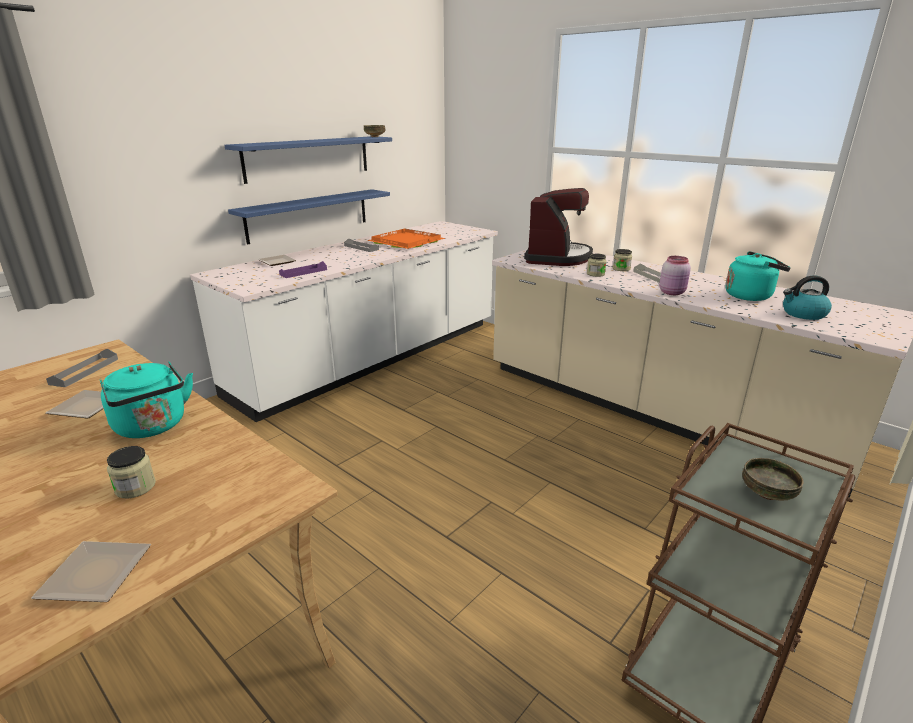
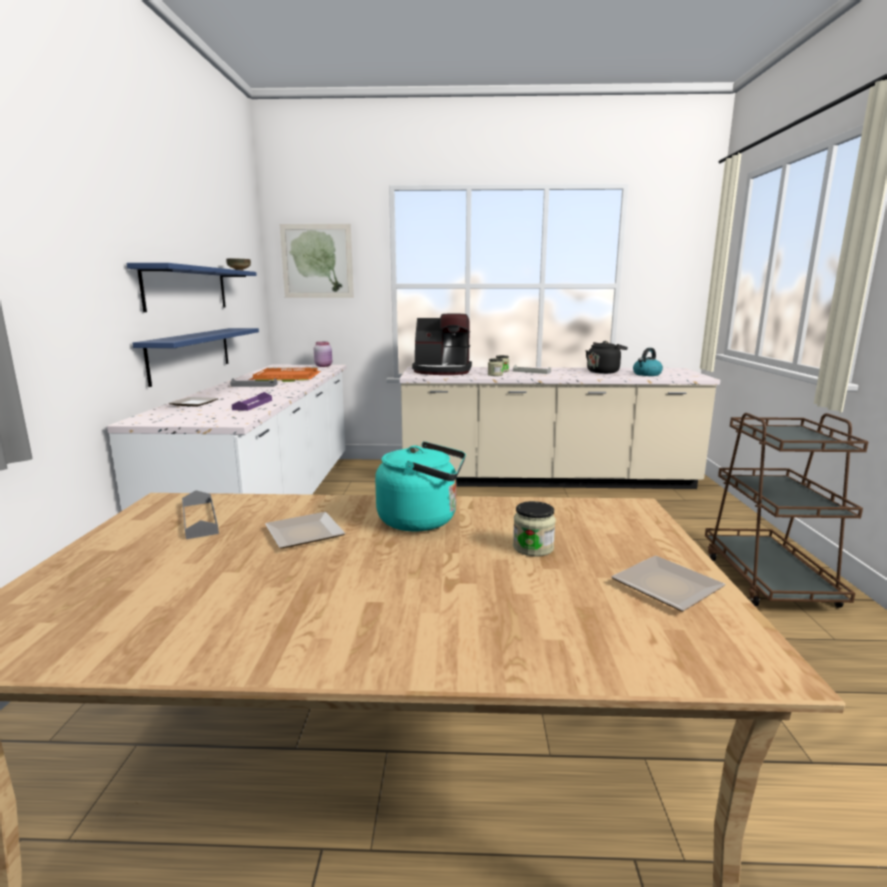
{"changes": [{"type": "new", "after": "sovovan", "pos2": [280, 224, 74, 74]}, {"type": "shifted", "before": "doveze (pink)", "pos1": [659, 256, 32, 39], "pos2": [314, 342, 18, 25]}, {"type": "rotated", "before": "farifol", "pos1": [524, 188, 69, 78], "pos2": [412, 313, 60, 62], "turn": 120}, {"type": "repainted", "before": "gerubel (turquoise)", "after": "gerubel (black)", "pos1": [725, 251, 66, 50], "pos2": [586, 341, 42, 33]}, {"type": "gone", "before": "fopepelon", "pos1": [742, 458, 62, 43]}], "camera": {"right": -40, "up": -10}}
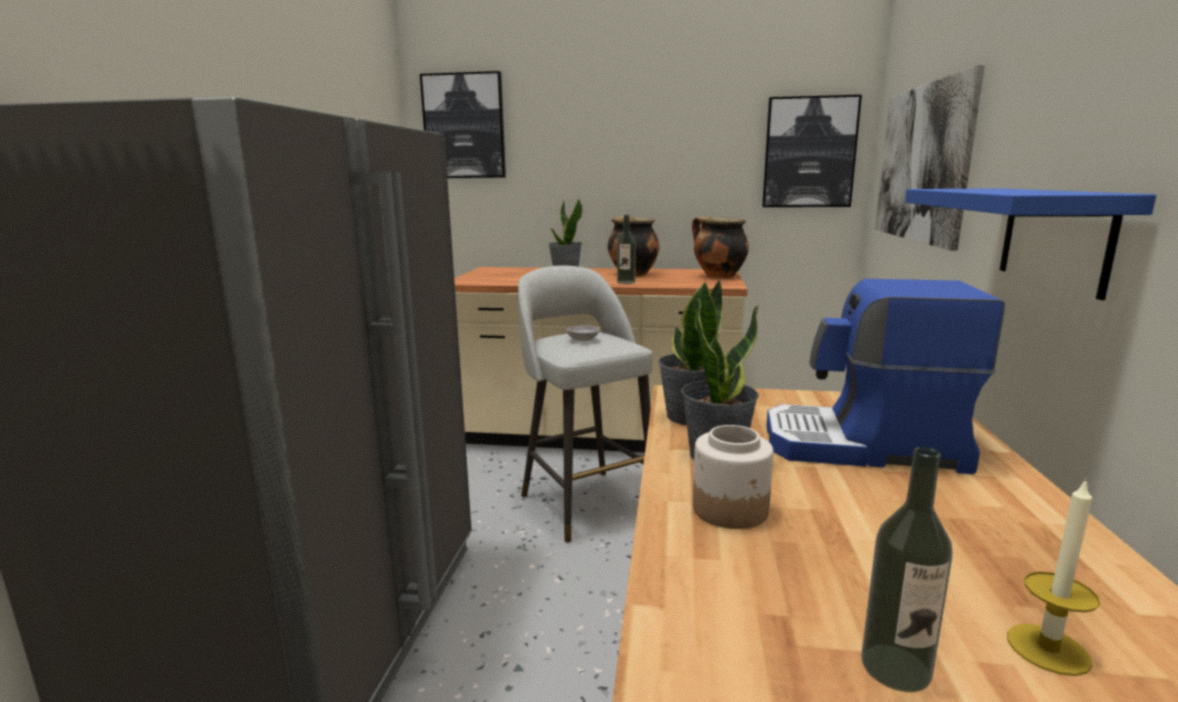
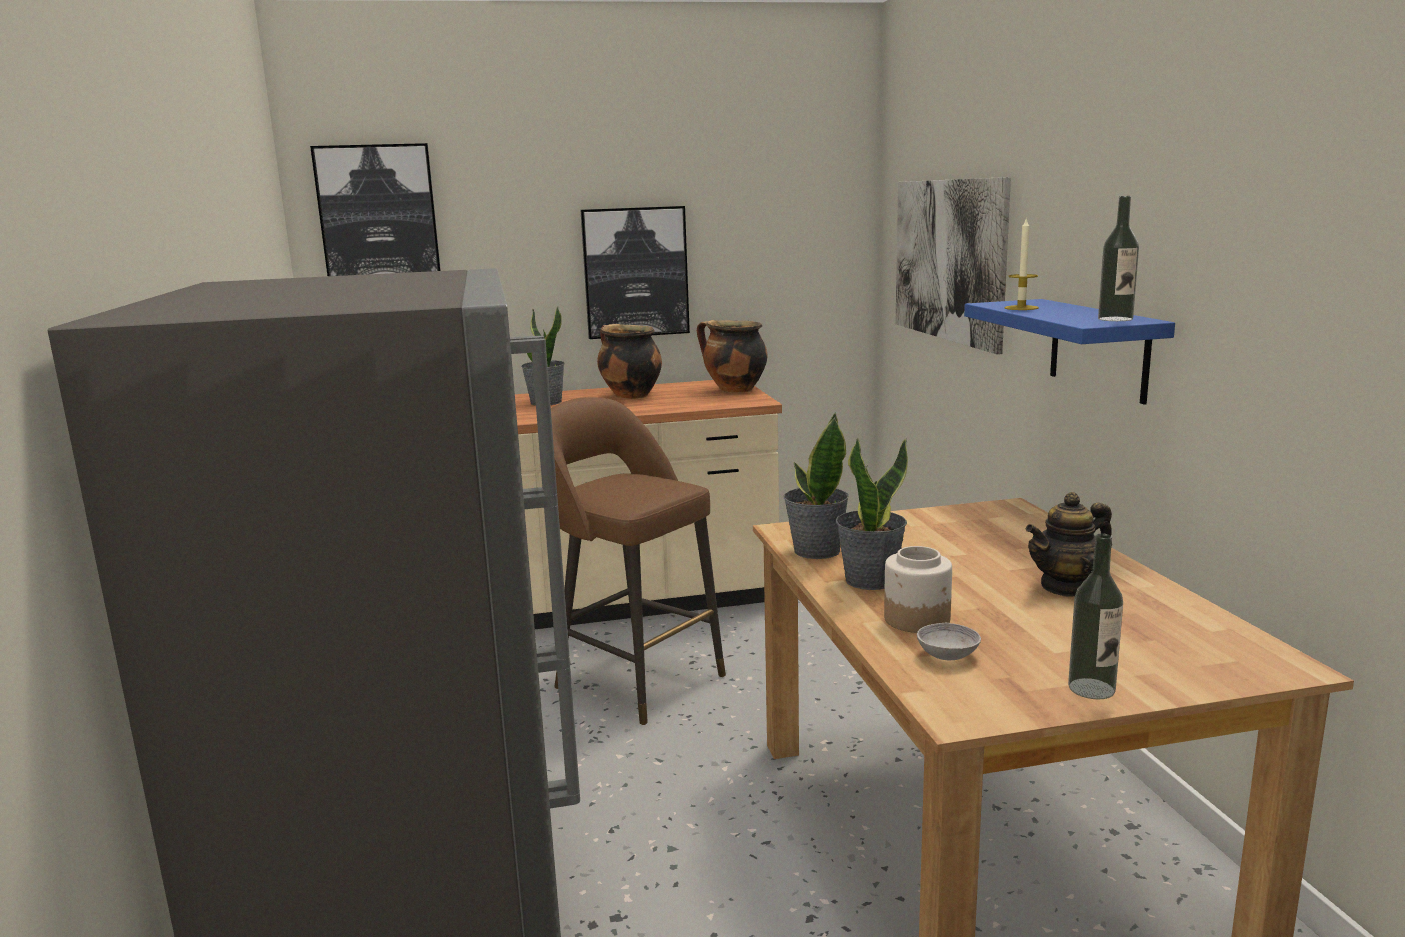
{"changes": [{"type": "repainted", "before": "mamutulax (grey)", "after": "mamutulax (brown)", "pos1": [518, 266, 135, 277], "pos2": [551, 397, 175, 328]}, {"type": "shifted", "before": "sovovan", "pos1": [762, 95, 100, 112], "pos2": [580, 206, 110, 133]}, {"type": "shifted", "before": "fopepelon (grey)", "pos1": [566, 325, 33, 16], "pos2": [917, 623, 64, 37]}, {"type": "shifted", "before": "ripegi", "pos1": [1007, 478, 93, 198], "pos2": [1004, 219, 35, 91]}, {"type": "new", "after": "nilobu", "pos2": [1026, 492, 86, 105]}, {"type": "shifted", "before": "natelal", "pos1": [617, 215, 19, 69], "pos2": [1098, 196, 41, 125]}, {"type": "gone", "before": "farifol", "pos1": [766, 279, 239, 195]}], "camera": {"right": -20, "up": 0}}
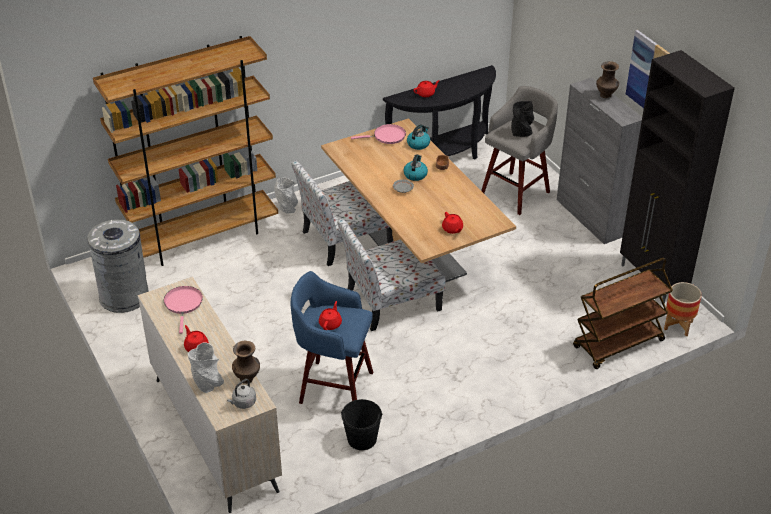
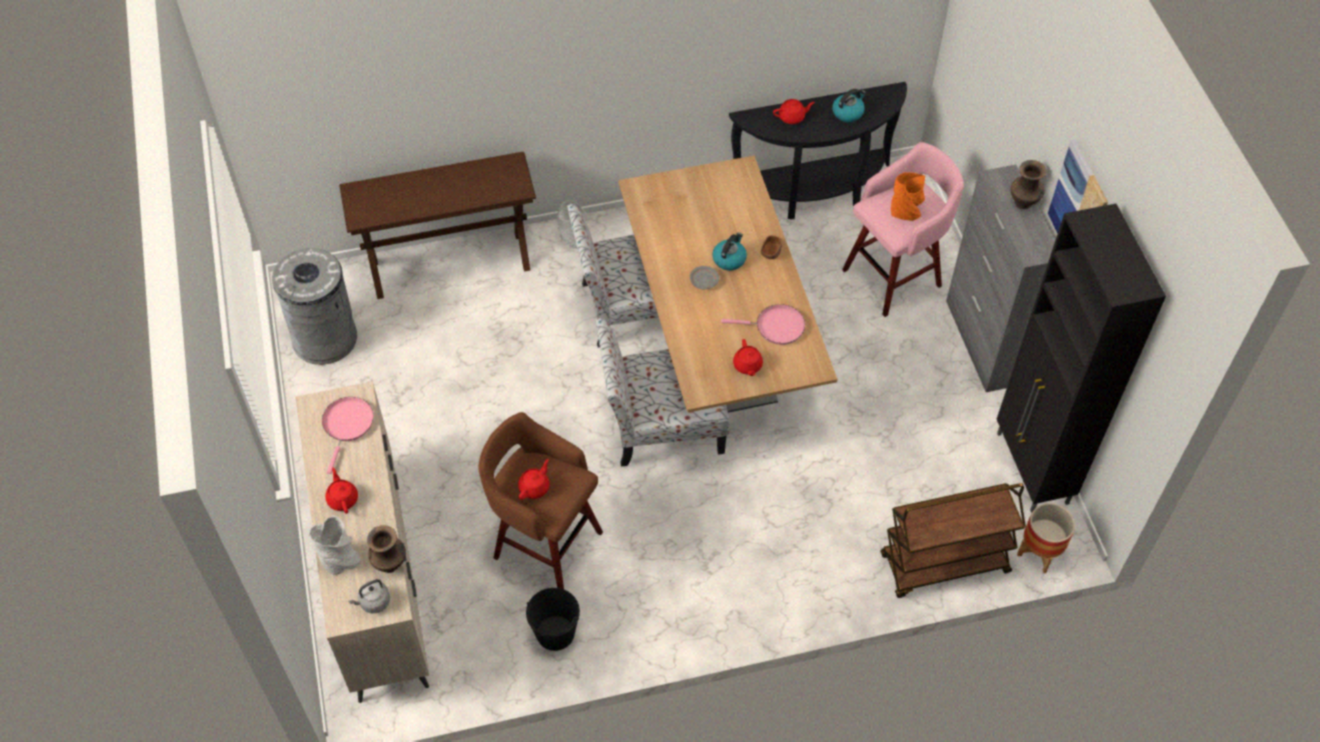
{"changes": [{"type": "swapped", "before": "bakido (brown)", "after": "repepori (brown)", "pos1": [93, 36, 185, 230], "pos2": [339, 152, 197, 147]}, {"type": "repainted", "before": "mamutulax (blue)", "after": "mamutulax (brown)", "pos1": [290, 271, 83, 133], "pos2": [478, 412, 125, 177]}, {"type": "shifted", "before": "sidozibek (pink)", "pos1": [351, 124, 55, 20], "pos2": [721, 304, 84, 41]}, {"type": "shifted", "before": "gerubel", "pos1": [407, 124, 23, 26], "pos2": [832, 89, 34, 33]}, {"type": "repainted", "before": "mamutulax (grey)", "after": "mamutulax (pink)", "pos1": [481, 86, 77, 129], "pos2": [842, 142, 122, 175]}, {"type": "repainted", "before": "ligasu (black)", "after": "ligasu (orange)", "pos1": [511, 101, 23, 36], "pos2": [891, 172, 34, 49]}], "camera": {"right": 15, "up": 15}}
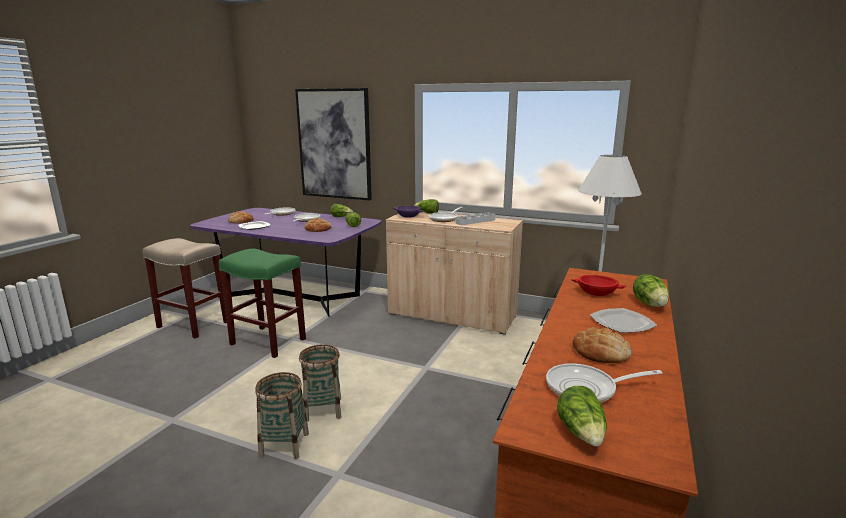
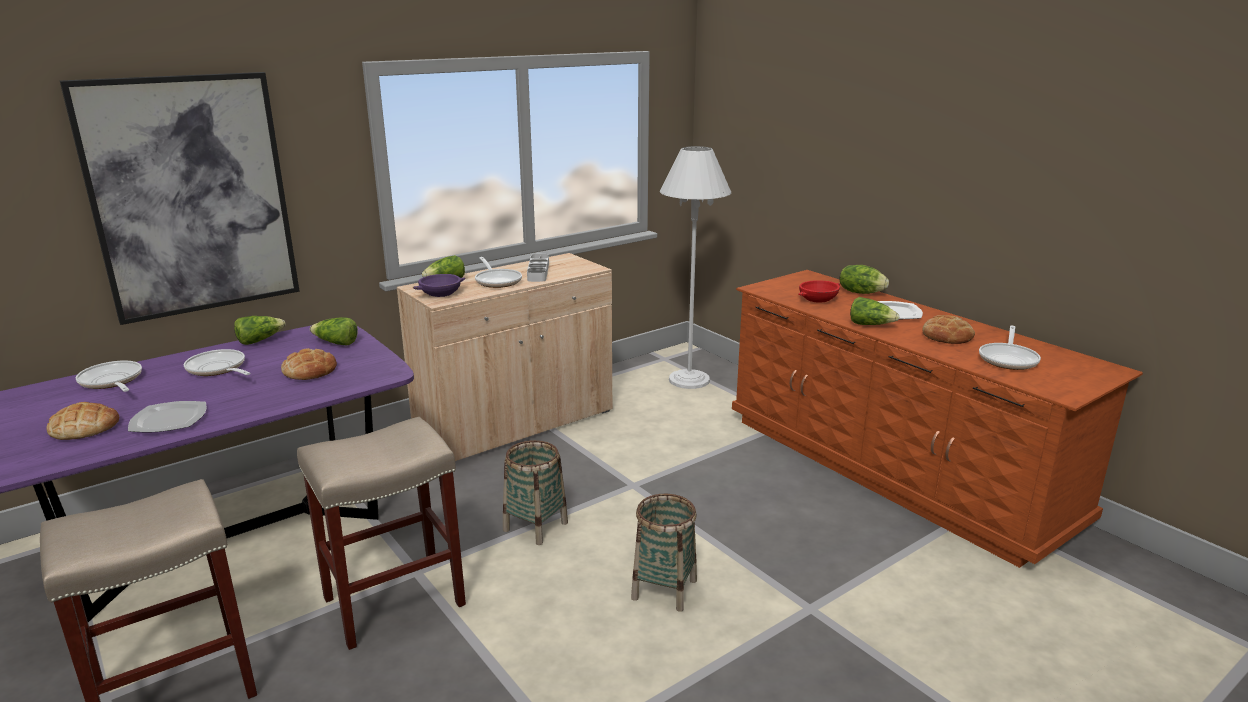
{"changes": [{"type": "repainted", "before": "mamutulax (green)", "after": "mamutulax (beige)", "pos1": [219, 249, 87, 109], "pos2": [297, 417, 169, 233]}, {"type": "shifted", "before": "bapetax", "pos1": [255, 372, 54, 87], "pos2": [503, 440, 65, 105]}, {"type": "shifted", "before": "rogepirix", "pos1": [557, 386, 50, 60], "pos2": [850, 297, 49, 28]}], "camera": {"right": -60, "up": 5}}
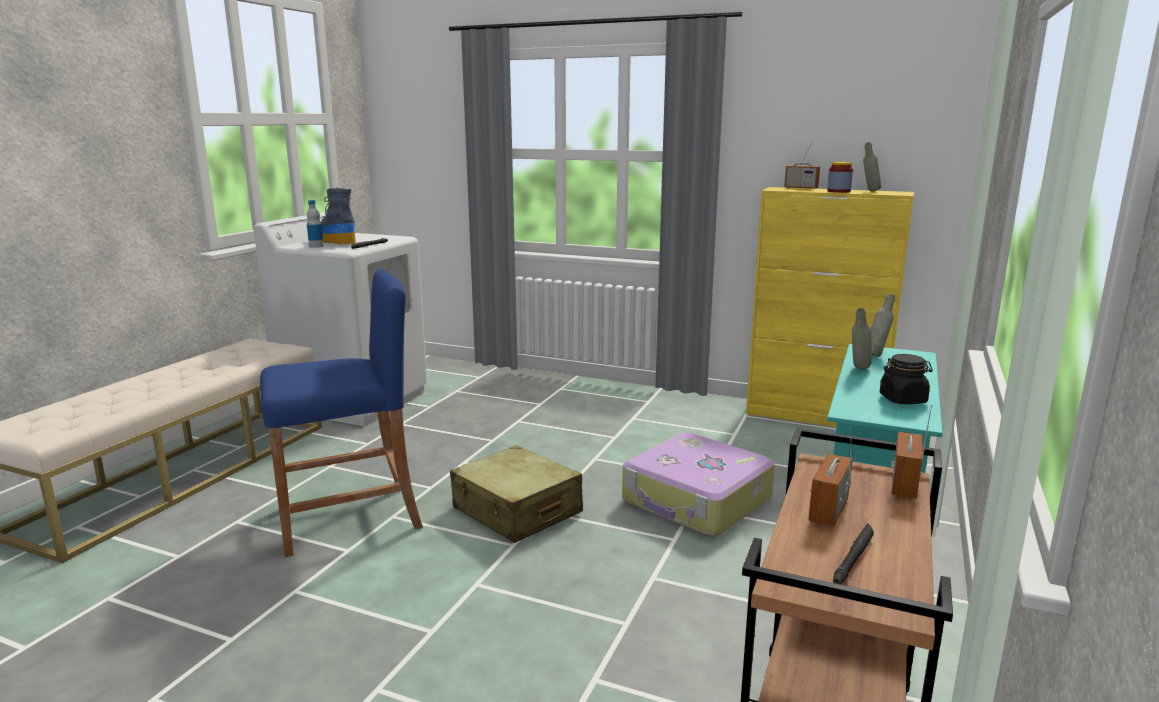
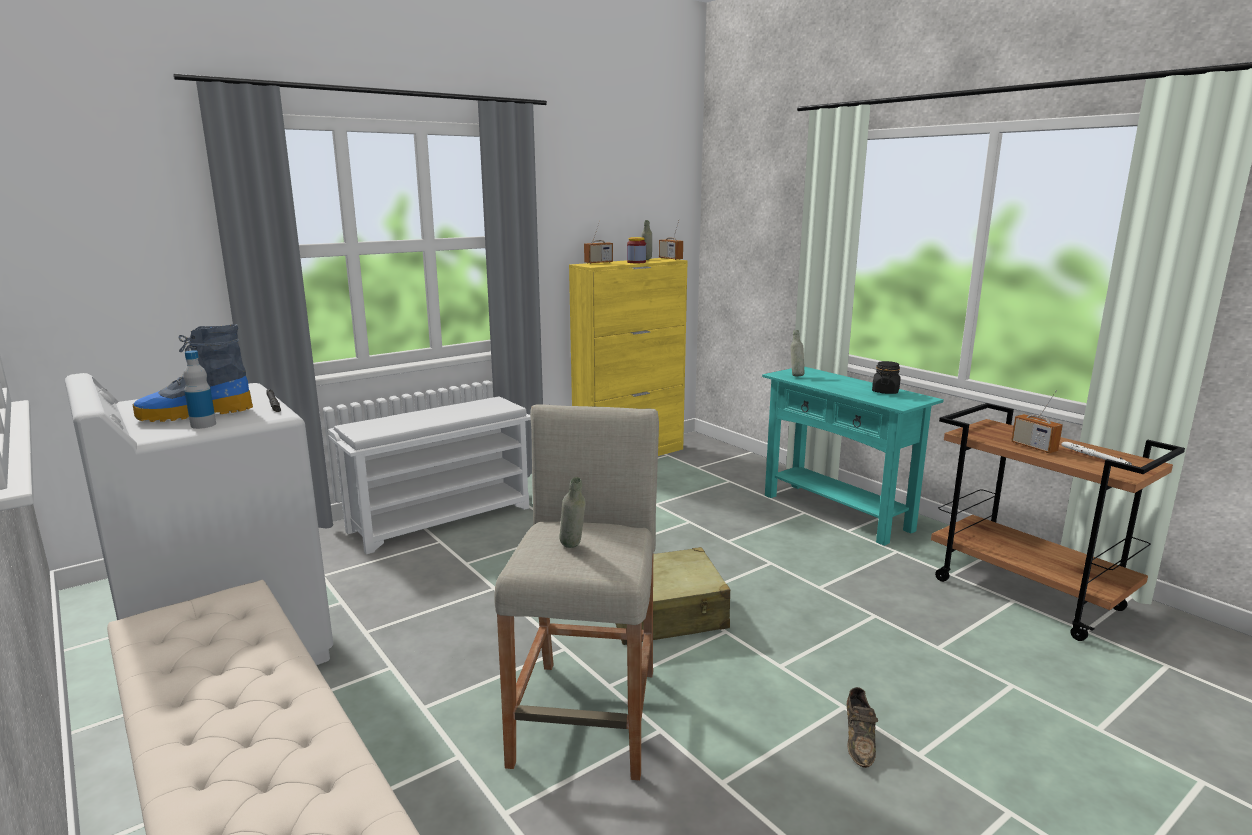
{"changes": [{"type": "new", "after": "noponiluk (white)", "pos2": [328, 396, 203, 158]}, {"type": "repainted", "before": "mamutulax (blue)", "after": "mamutulax (beige)", "pos1": [260, 268, 163, 289], "pos2": [494, 404, 165, 377]}, {"type": "shifted", "before": "natelal (grey)", "pos1": [852, 308, 20, 61], "pos2": [560, 477, 26, 71]}, {"type": "shifted", "before": "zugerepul", "pos1": [891, 405, 42, 94], "pos2": [659, 221, 24, 39]}, {"type": "new", "after": "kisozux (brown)", "pos2": [847, 687, 31, 81]}, {"type": "repainted", "before": "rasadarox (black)", "after": "rasadarox (white)", "pos1": [833, 523, 41, 62], "pos2": [1061, 442, 71, 23]}, {"type": "gone", "before": "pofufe", "pos1": [622, 432, 153, 105]}], "camera": {"right": -60, "up": 0}}
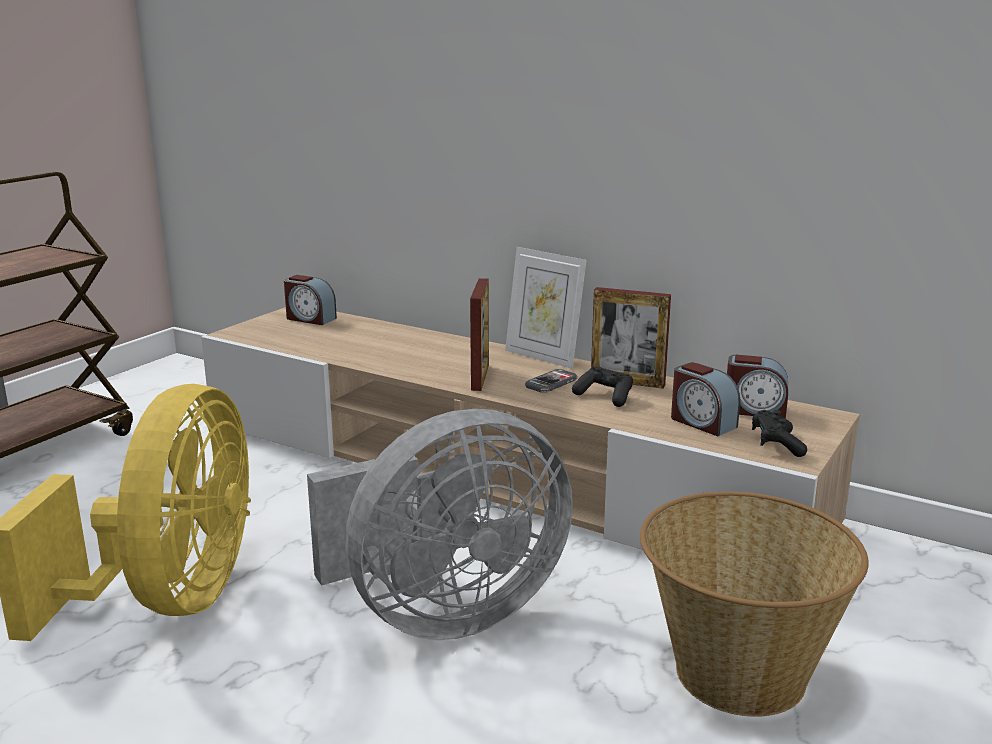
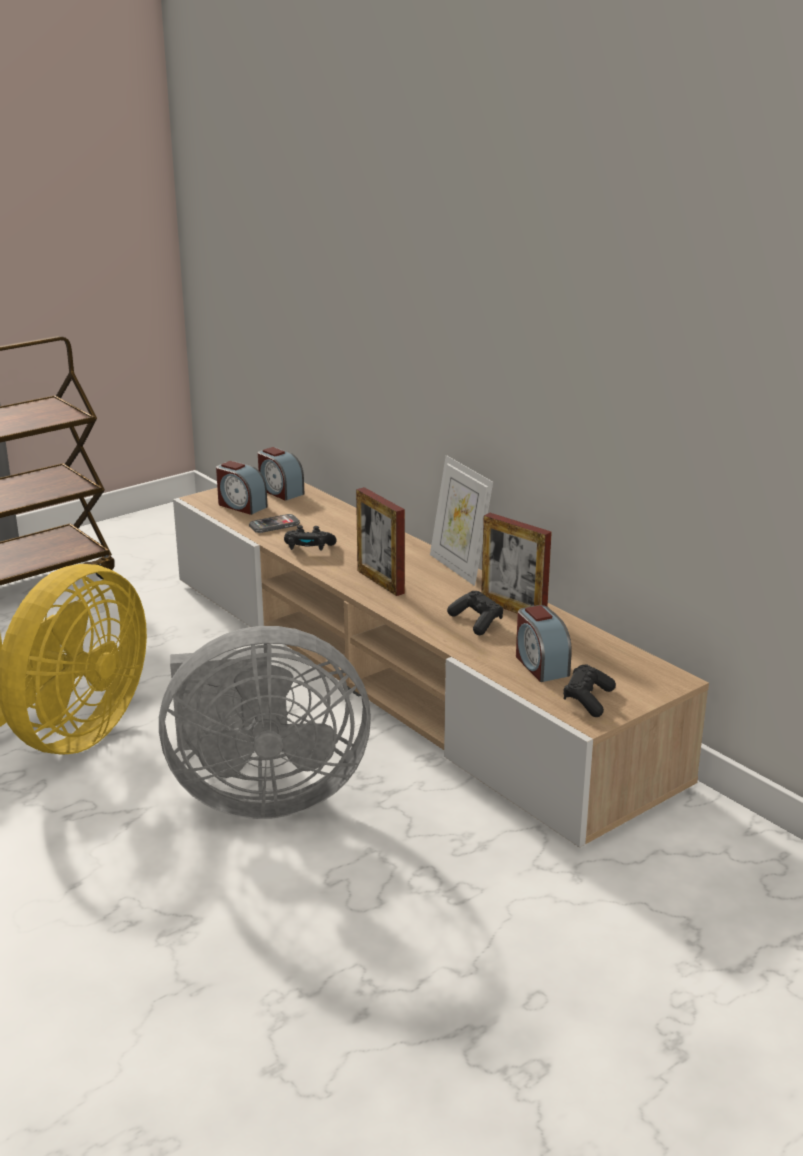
{"changes": [{"type": "shifted", "before": "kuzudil", "pos1": [727, 355, 61, 64], "pos2": [216, 461, 52, 54]}, {"type": "shifted", "before": "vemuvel", "pos1": [525, 369, 52, 24], "pos2": [249, 514, 51, 19]}, {"type": "new", "after": "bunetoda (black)", "pos2": [284, 525, 53, 26]}, {"type": "rotated", "before": "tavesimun", "pos1": [470, 278, 19, 113], "pos2": [356, 487, 49, 109], "turn": 120}, {"type": "gone", "before": "bapetax", "pos1": [640, 491, 229, 226]}], "camera": {"right": 20, "up": 5}}
